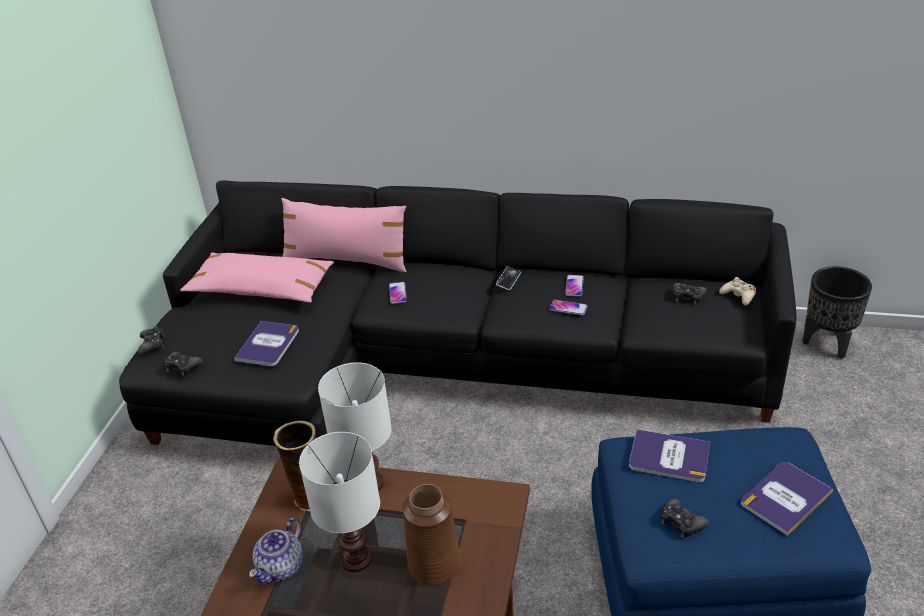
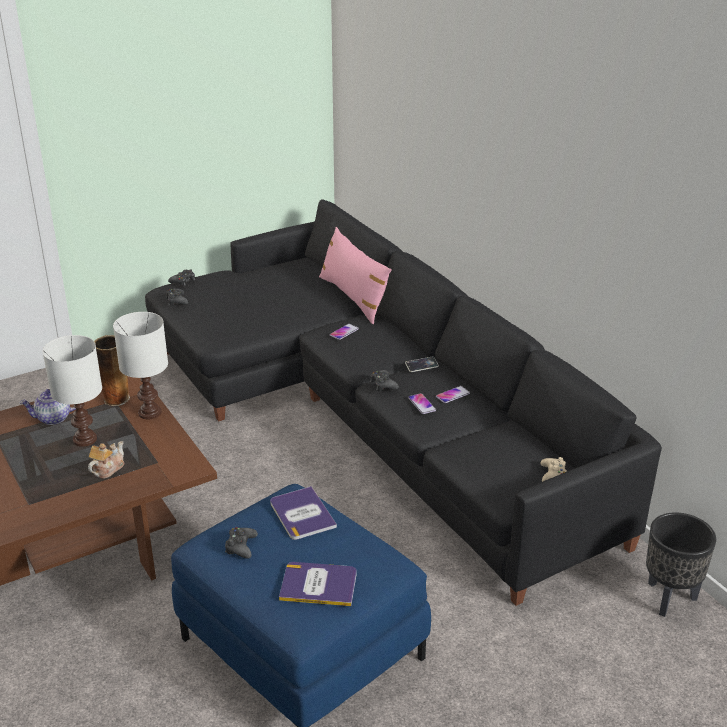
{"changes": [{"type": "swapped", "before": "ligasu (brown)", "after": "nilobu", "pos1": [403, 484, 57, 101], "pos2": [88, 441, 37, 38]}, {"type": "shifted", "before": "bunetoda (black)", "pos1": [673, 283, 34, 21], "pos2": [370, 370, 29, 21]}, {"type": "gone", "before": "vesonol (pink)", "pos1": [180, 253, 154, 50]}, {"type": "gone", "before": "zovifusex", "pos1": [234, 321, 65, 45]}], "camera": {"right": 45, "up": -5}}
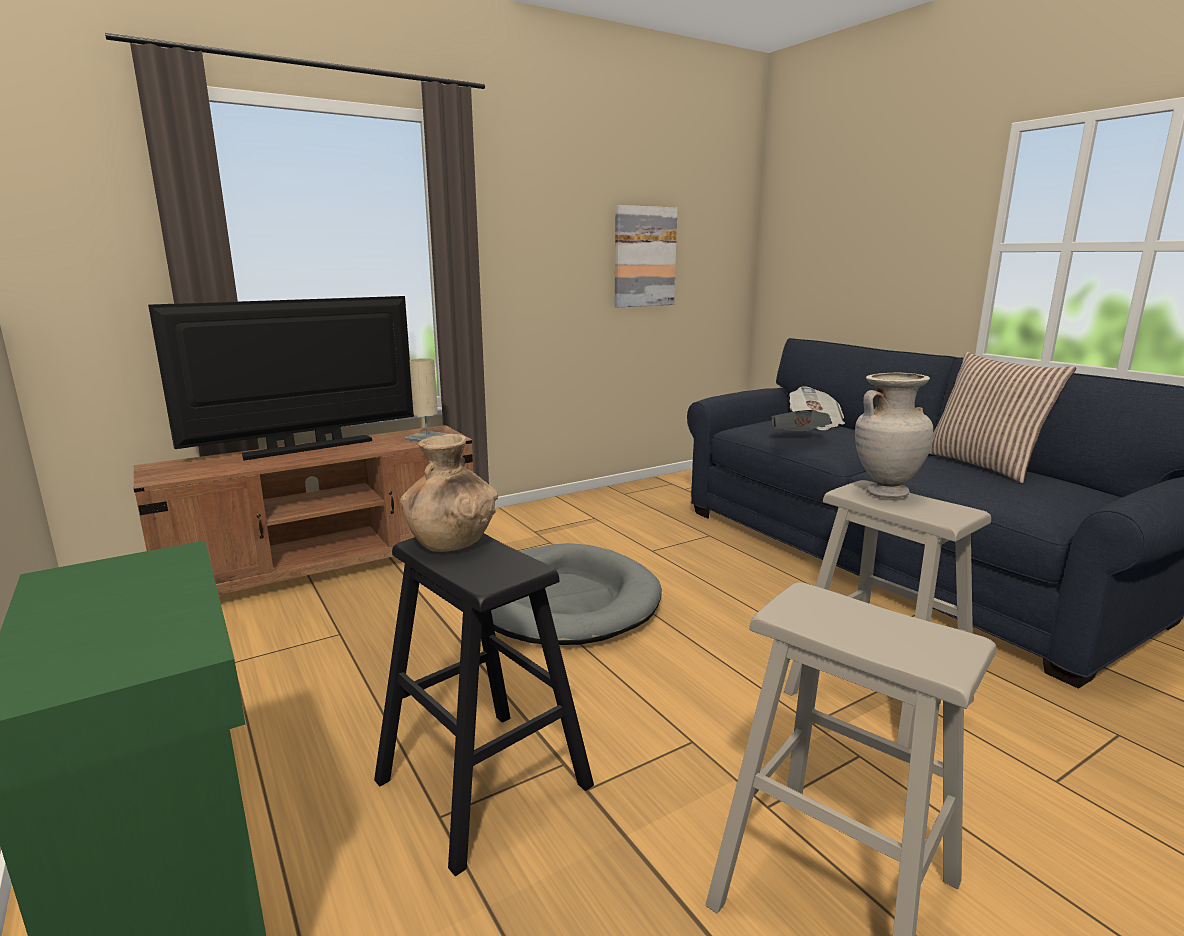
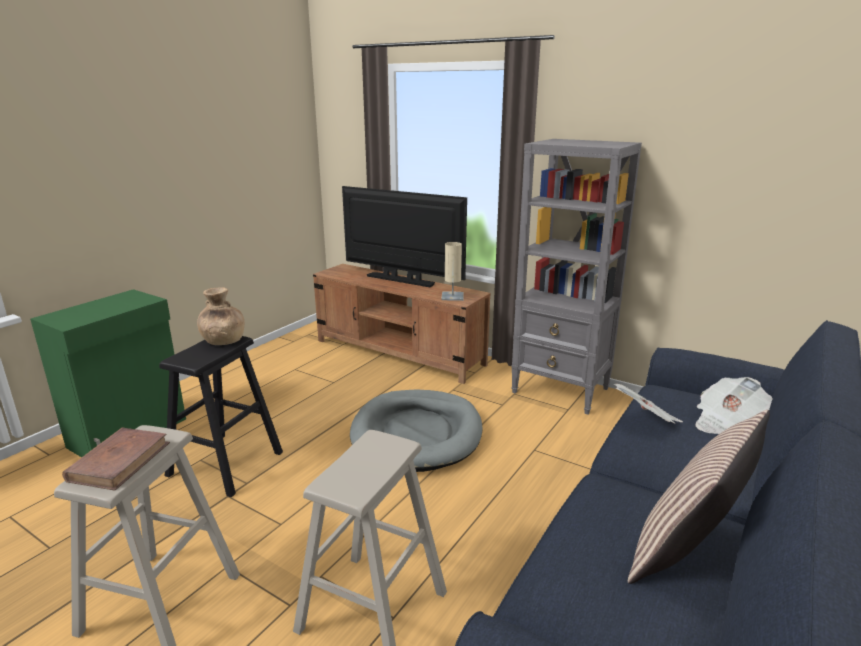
{"changes": [{"type": "new", "after": "zovifusex (brown)", "pos2": [62, 428, 108, 62]}, {"type": "new", "after": "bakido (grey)", "pos2": [511, 139, 131, 276]}, {"type": "gone", "before": "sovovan", "pos1": [615, 205, 63, 102]}, {"type": "gone", "before": "ligasu (beige)", "pos1": [855, 373, 78, 125]}], "camera": {"right": 65, "up": 5}}
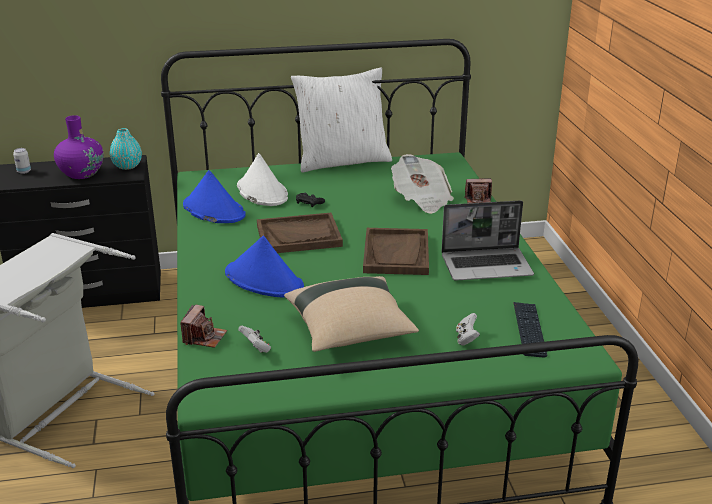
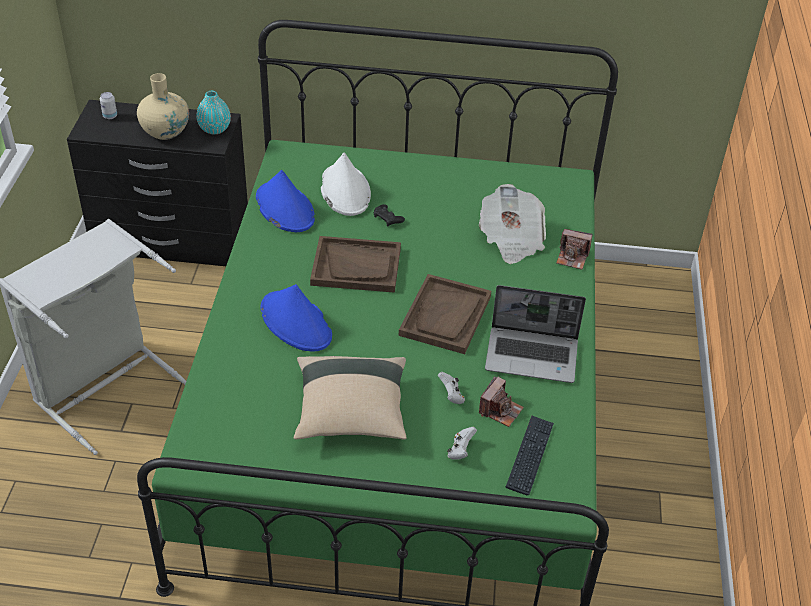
{"changes": [{"type": "repainted", "before": "ligasu (purple)", "after": "ligasu (beige)", "pos1": [54, 115, 50, 64], "pos2": [137, 73, 52, 67]}, {"type": "shifted", "before": "bunetoda (white)", "pos1": [238, 325, 33, 28], "pos2": [438, 372, 27, 32]}, {"type": "shifted", "before": "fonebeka", "pos1": [180, 305, 47, 43], "pos2": [479, 376, 45, 51]}, {"type": "gone", "before": "vesonol (white)", "pos1": [291, 68, 101, 105]}], "camera": {"right": 15, "up": 15}}
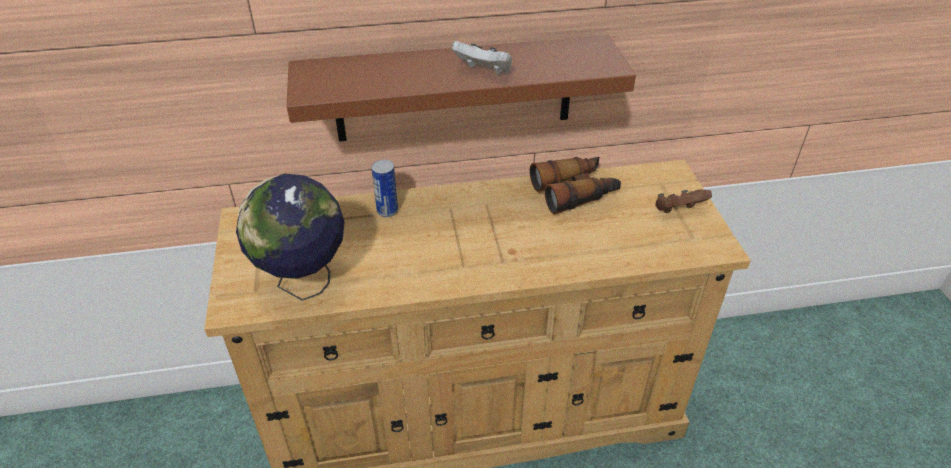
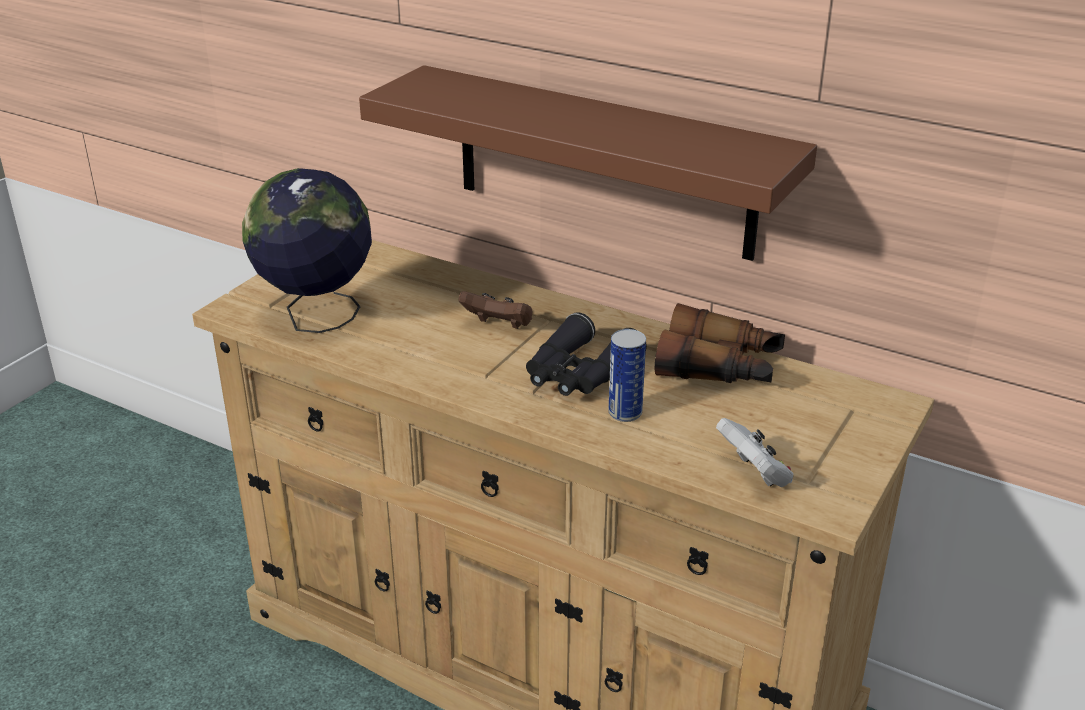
{"changes": [{"type": "shifted", "before": "bunetoda (brown)", "pos1": [655, 189, 57, 24], "pos2": [458, 291, 75, 38]}, {"type": "new", "after": "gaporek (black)", "pos2": [526, 312, 121, 84]}, {"type": "shifted", "before": "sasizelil", "pos1": [371, 160, 27, 57], "pos2": [608, 329, 38, 93]}, {"type": "shifted", "before": "bunetoda (white)", "pos1": [452, 41, 60, 33], "pos2": [716, 418, 78, 69]}], "camera": {"right": 40, "up": -10}}
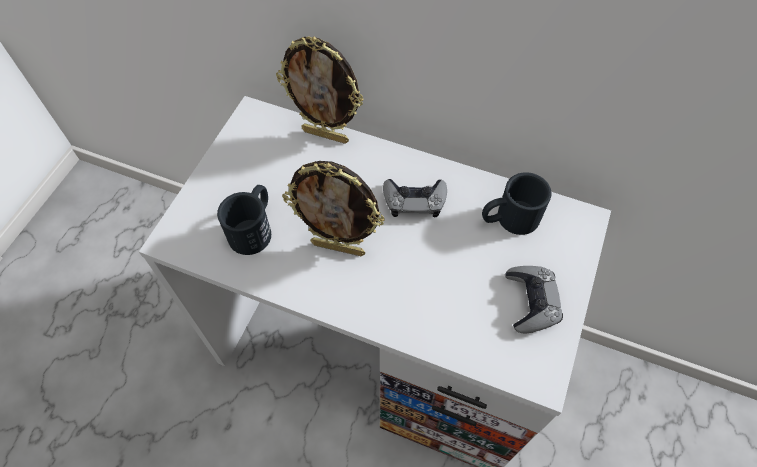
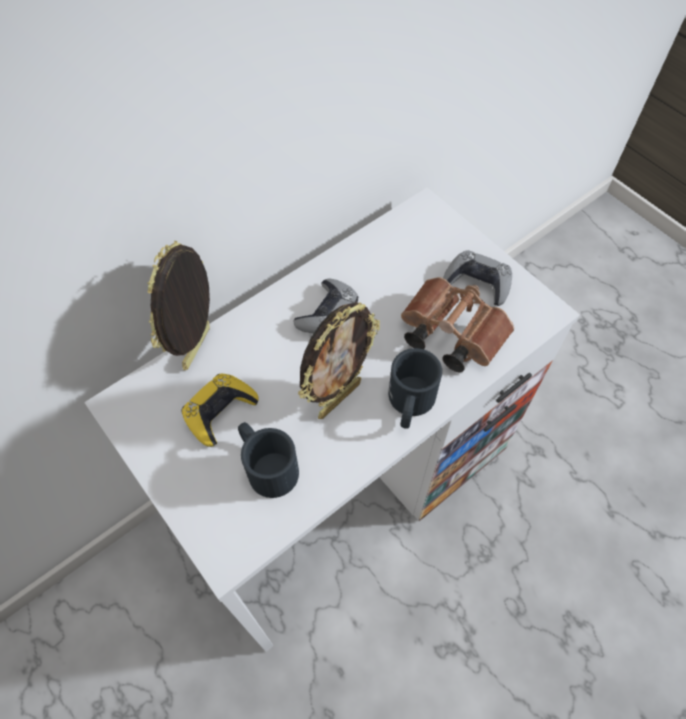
{"changes": [{"type": "rotated", "before": "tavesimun", "pos1": [276, 36, 88, 108], "pos2": [147, 241, 63, 129], "turn": 150}, {"type": "new", "after": "bunetoda (yellow)", "pos2": [181, 374, 78, 73]}, {"type": "shifted", "before": "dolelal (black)", "pos1": [482, 172, 70, 63], "pos2": [389, 348, 53, 81]}, {"type": "new", "after": "gaporek (brown)", "pos2": [401, 277, 113, 95]}], "camera": {"right": -60, "up": 0}}
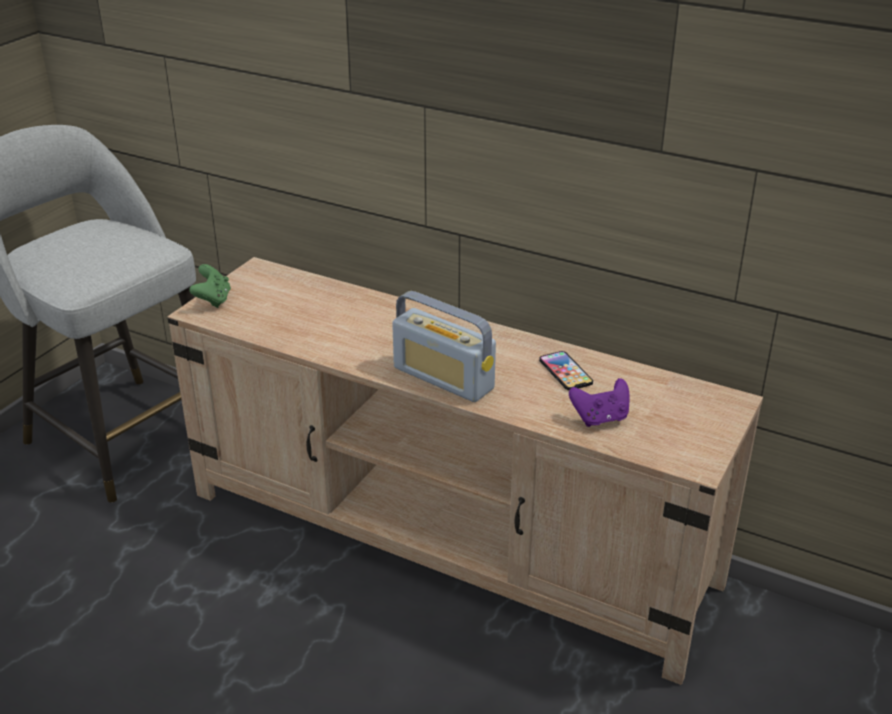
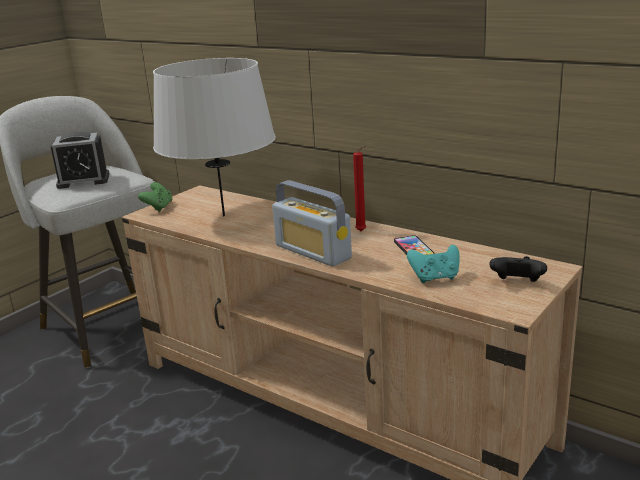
{"changes": [{"type": "new", "after": "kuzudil", "pos2": [51, 132, 58, 57]}, {"type": "new", "after": "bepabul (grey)", "pos2": [153, 58, 123, 158]}, {"type": "new", "after": "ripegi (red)", "pos2": [353, 145, 14, 86]}, {"type": "repainted", "before": "bunetoda (purple)", "after": "bunetoda (turquoise)", "pos1": [569, 378, 61, 49], "pos2": [407, 245, 53, 38]}, {"type": "new", "after": "bunetoda (black)", "pos2": [489, 256, 58, 26]}], "camera": {"right": 10, "up": -10}}
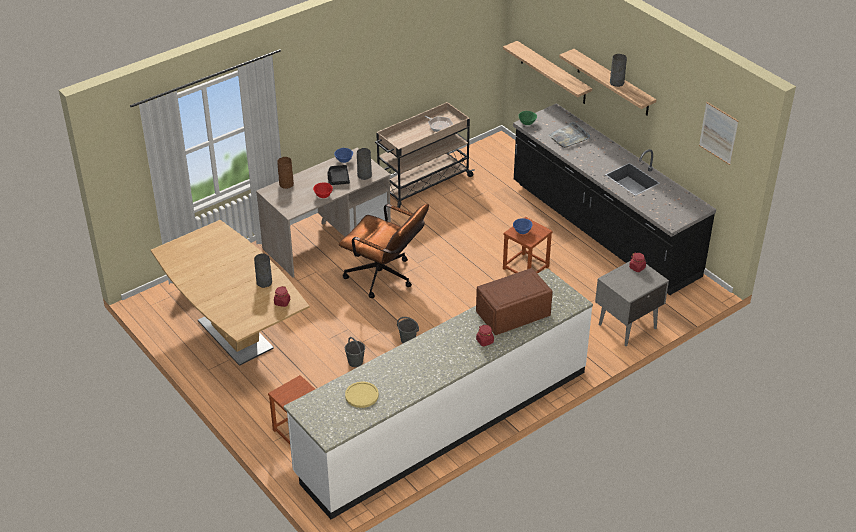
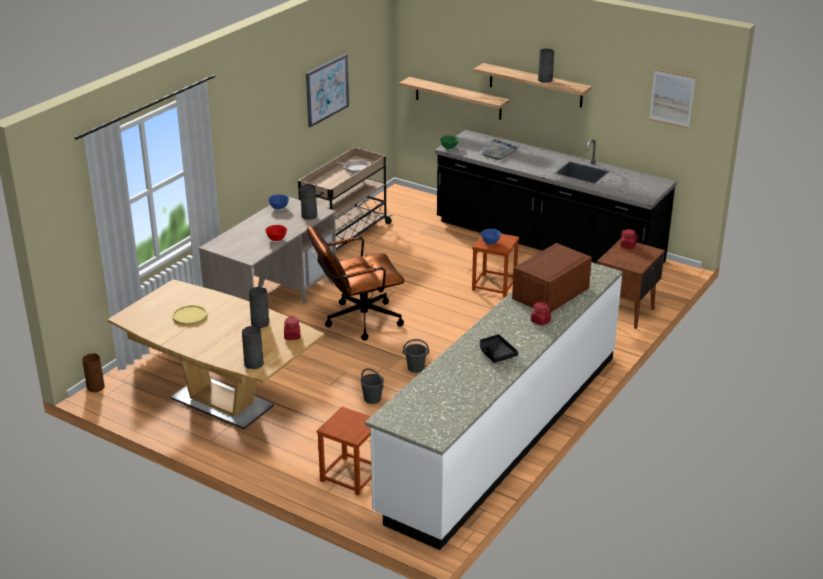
{"changes": [{"type": "shifted", "before": "ligasu (brown)", "pos1": [277, 157, 17, 32], "pos2": [82, 353, 23, 39]}, {"type": "shifted", "before": "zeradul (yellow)", "pos1": [345, 382, 34, 26], "pos2": [172, 305, 36, 21]}, {"type": "new", "after": "ligasu (grey)", "pos2": [242, 326, 22, 43]}, {"type": "new", "after": "sovovan", "pos2": [306, 54, 43, 73]}, {"type": "rotated", "before": "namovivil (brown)", "pos1": [339, 204, 90, 94], "pos2": [307, 226, 97, 115], "turn": 150}, {"type": "shifted", "before": "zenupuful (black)", "pos1": [327, 165, 23, 20], "pos2": [480, 334, 38, 29]}, {"type": "repainted", "before": "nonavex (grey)", "after": "nonavex (brown)", "pos1": [595, 261, 74, 85], "pos2": [597, 239, 68, 90]}], "camera": {"right": -20, "up": -10}}
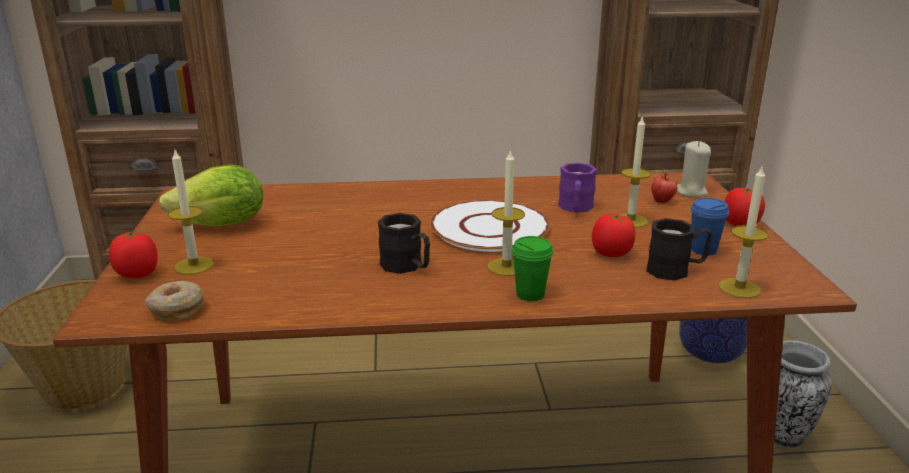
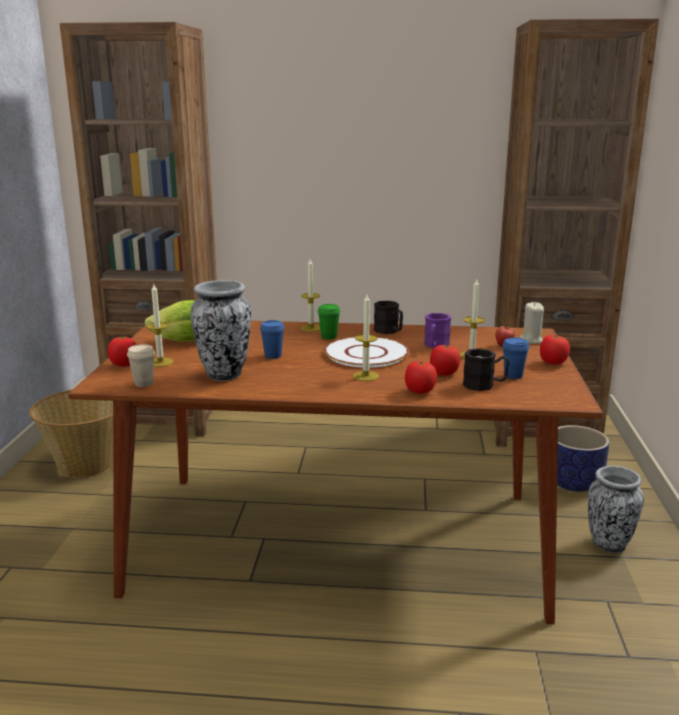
{"changes": [{"type": "swapped", "before": "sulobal", "after": "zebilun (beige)", "pos1": [145, 281, 59, 40], "pos2": [127, 344, 28, 43]}, {"type": "new", "after": "ligasu", "pos2": [191, 280, 60, 101]}, {"type": "new", "after": "zebilun (blue)", "pos2": [260, 320, 25, 39]}, {"type": "shifted", "before": "ripegi", "pos1": [719, 167, 50, 131], "pos2": [300, 259, 20, 73]}, {"type": "shifted", "before": "zebilun (green)", "pos1": [512, 236, 41, 65], "pos2": [317, 304, 23, 36]}, {"type": "shifted", "before": "dolelal (black)", "pos1": [378, 213, 52, 61], "pos2": [374, 301, 29, 33]}, {"type": "new", "after": "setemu", "pos2": [405, 361, 32, 33]}], "camera": {"right": 10, "up": -5}}
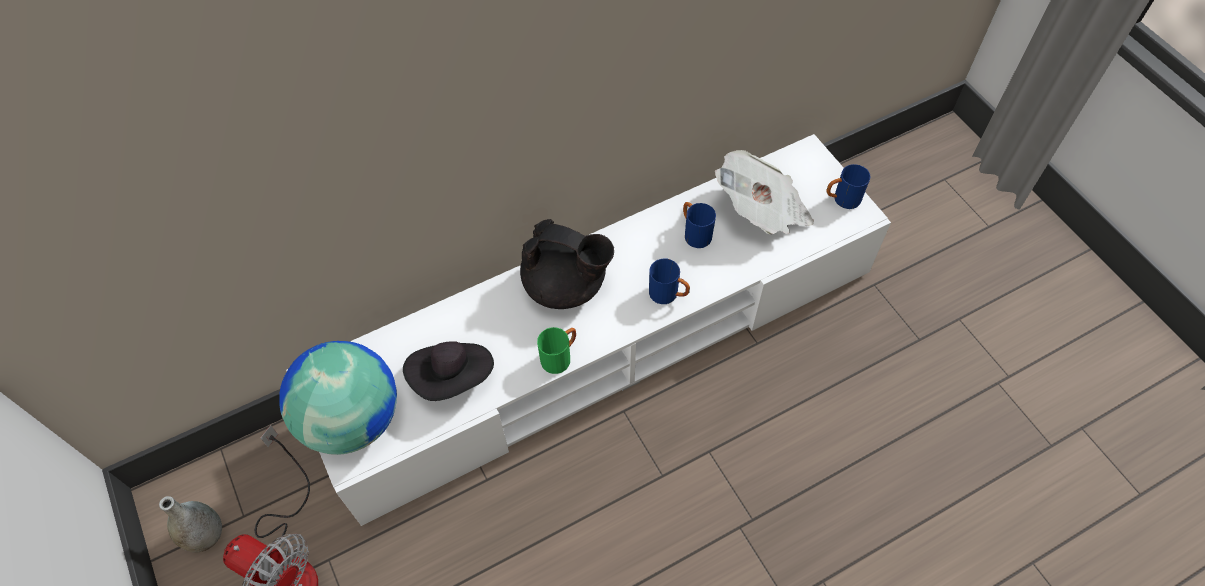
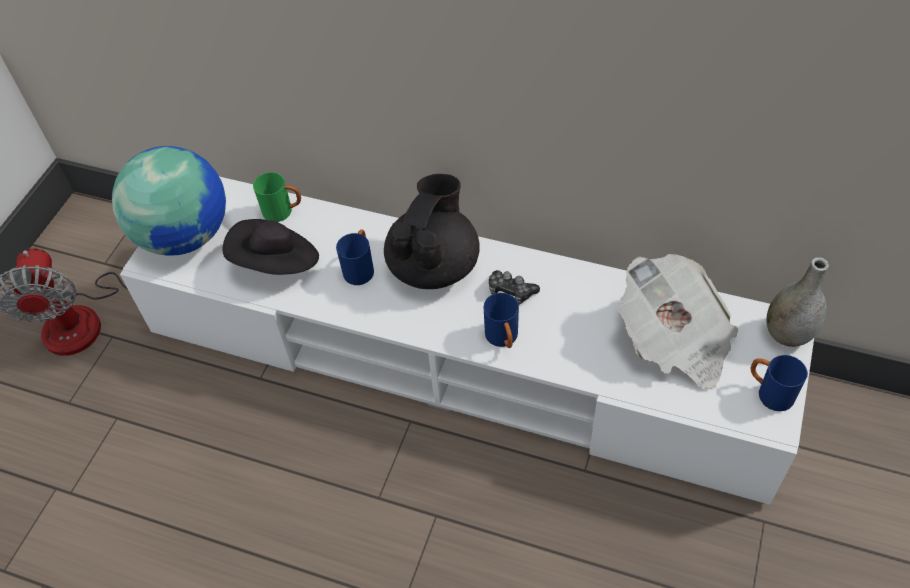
{"changes": [{"type": "shifted", "before": "dolelal (green)", "pos1": [537, 327, 39, 47], "pos2": [253, 172, 48, 50]}, {"type": "shifted", "before": "dolelal (blue)", "pos1": [683, 202, 33, 46], "pos2": [336, 229, 38, 56]}, {"type": "rotated", "before": "nilobu (black)", "pos1": [520, 219, 94, 90], "pos2": [384, 174, 96, 115], "turn": -135}, {"type": "new", "after": "bunetoda", "pos2": [489, 270, 51, 34]}, {"type": "shifted", "before": "ligasu (grey)", "pos1": [159, 496, 63, 56], "pos2": [766, 258, 63, 89]}], "camera": {"right": 50, "up": -5}}
